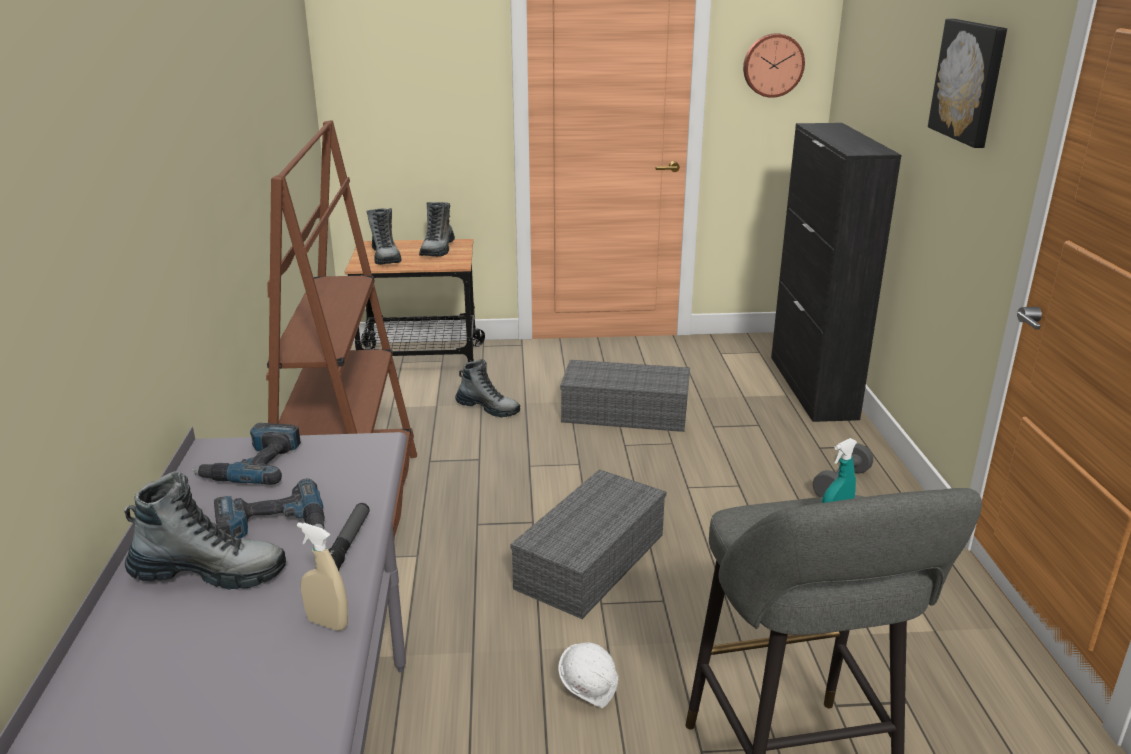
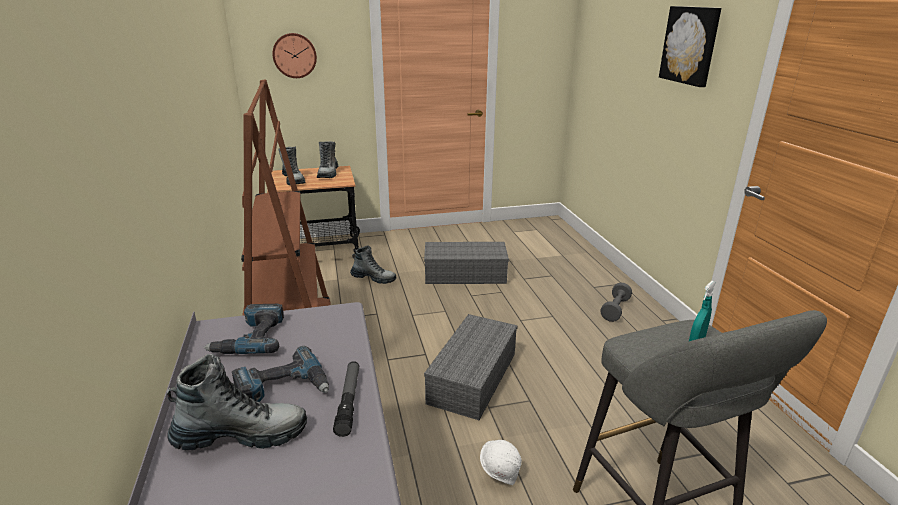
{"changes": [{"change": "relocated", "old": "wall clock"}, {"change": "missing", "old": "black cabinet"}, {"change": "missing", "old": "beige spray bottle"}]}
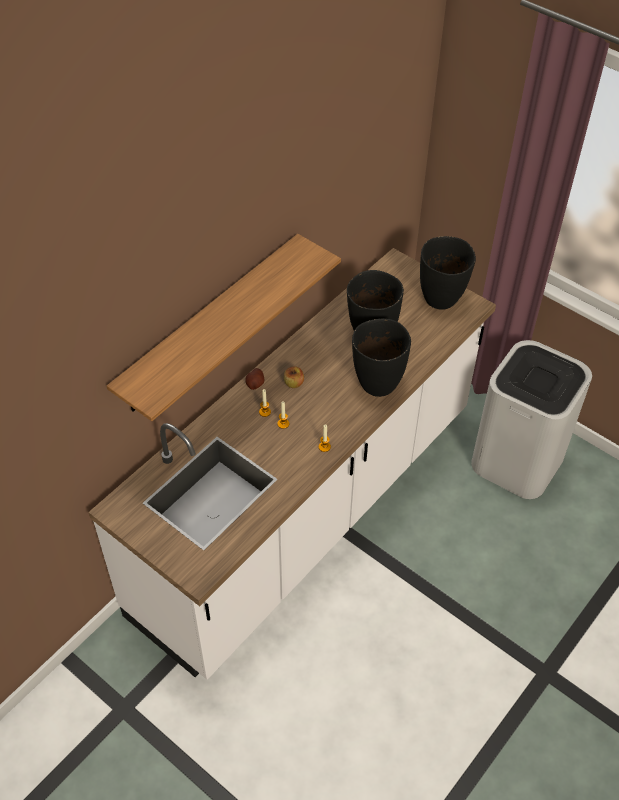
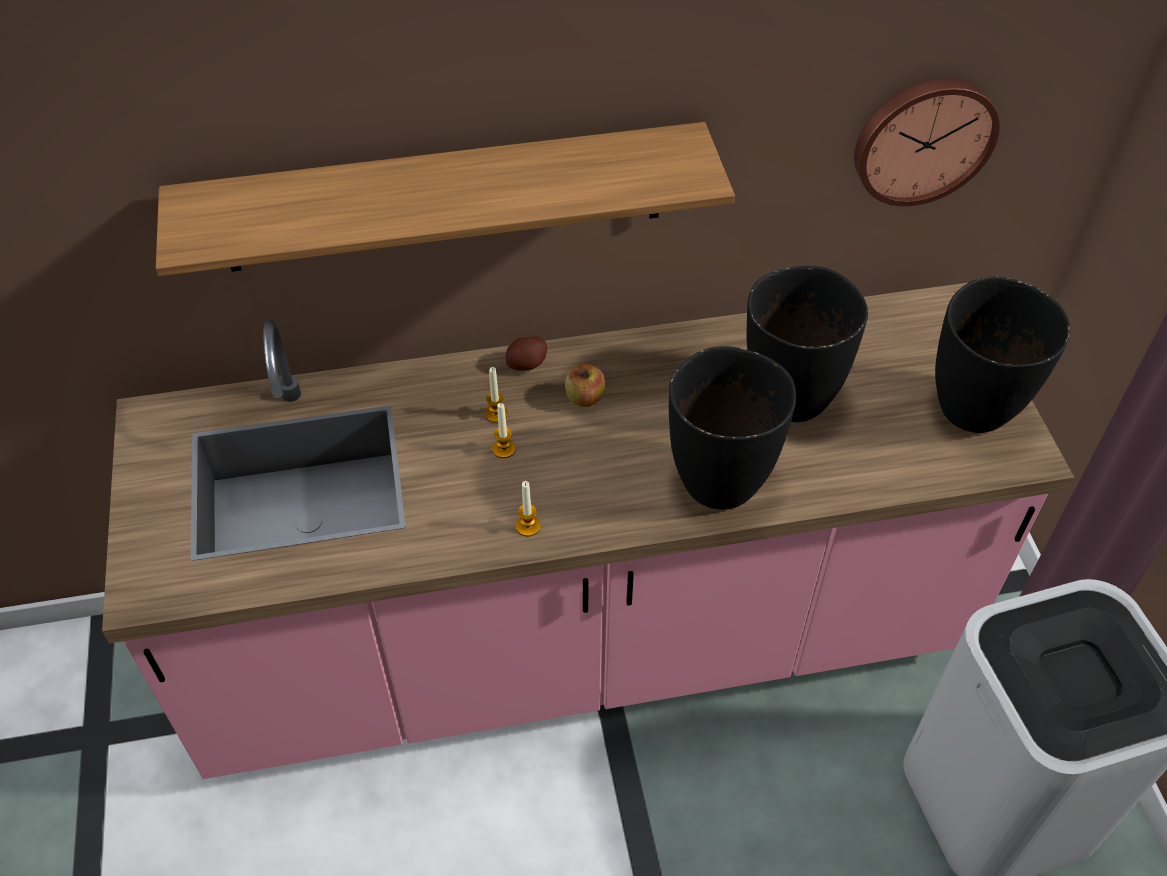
{"changes": [{"change": "colour", "old": "white counter", "new": "pink counter"}, {"change": "appeared", "new": "wall clock"}]}
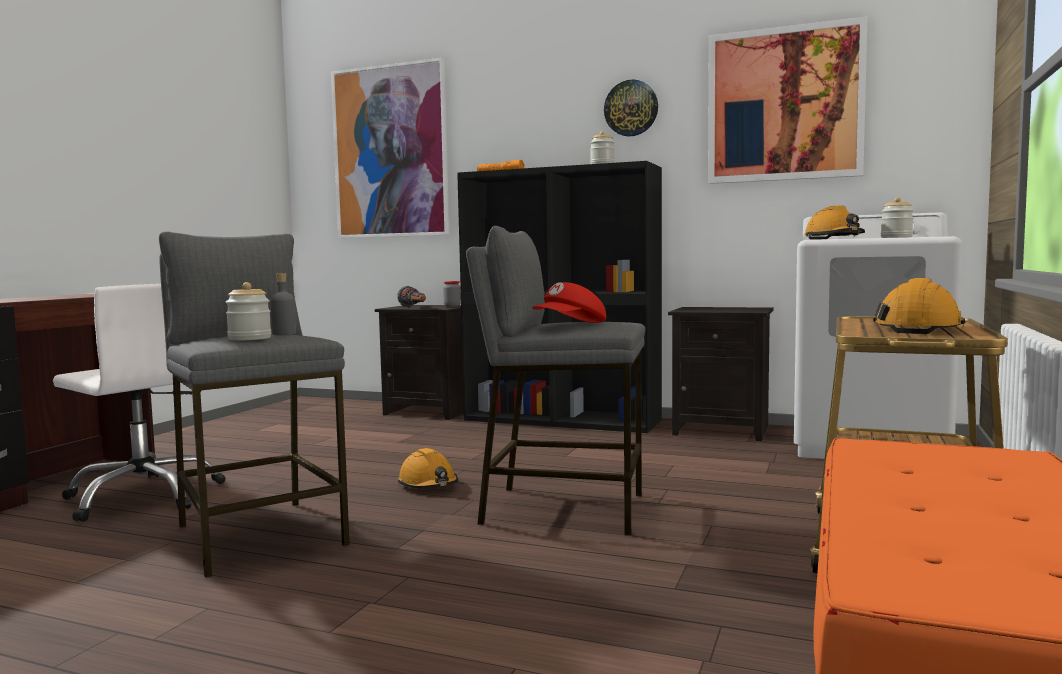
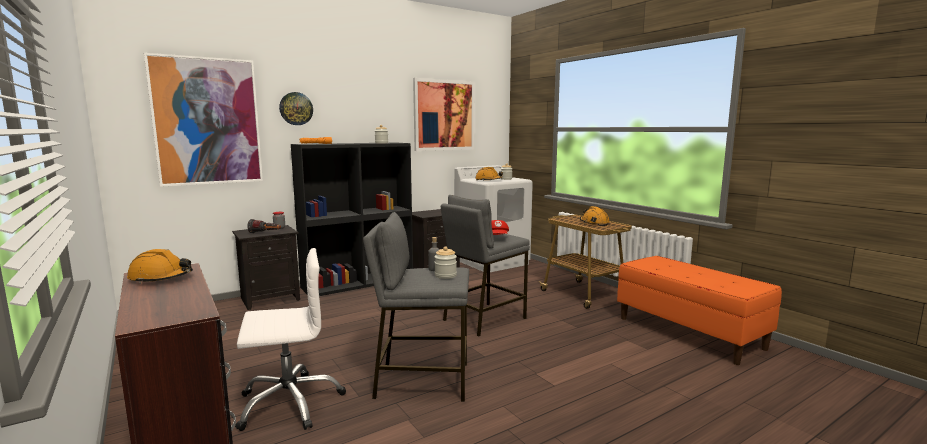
{"changes": [{"change": "relocated", "old": "wall clock"}, {"change": "relocated", "old": "orange hard hat (no. 1 from left)"}]}
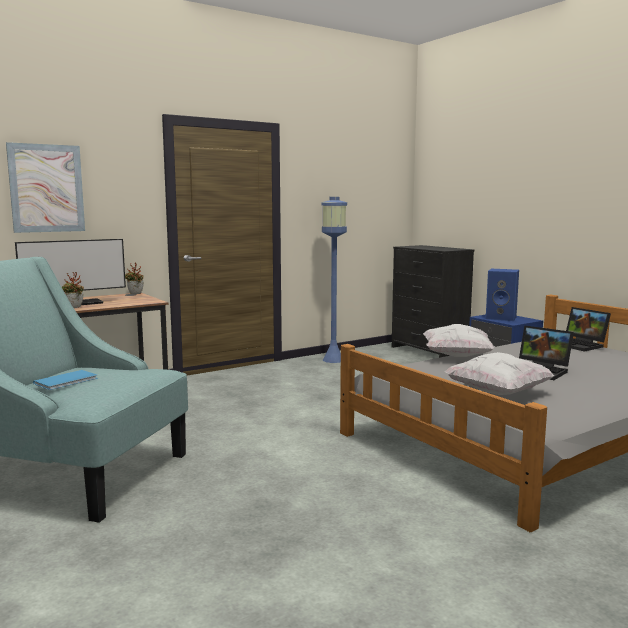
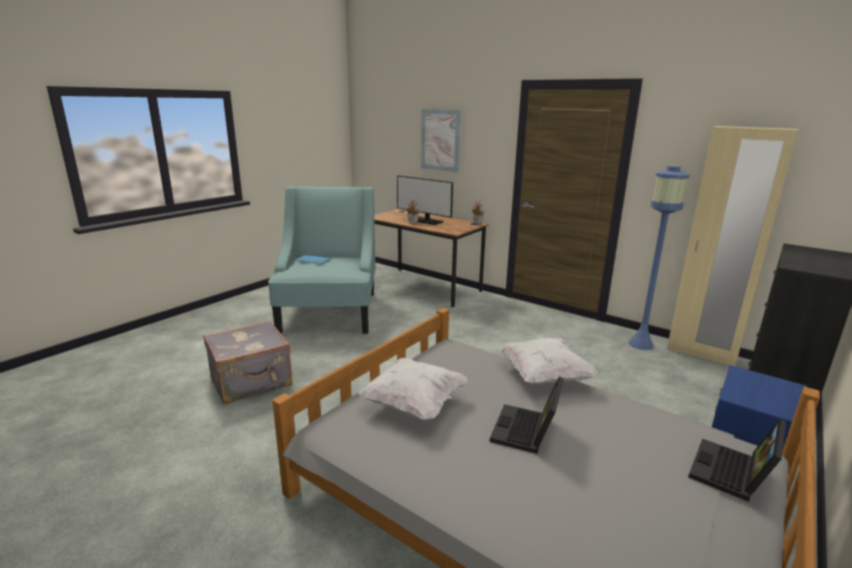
{"changes": [{"change": "missing", "old": "blue speaker"}, {"change": "appeared", "new": "beige wardrobe"}, {"change": "appeared", "new": "grey suitcase"}]}
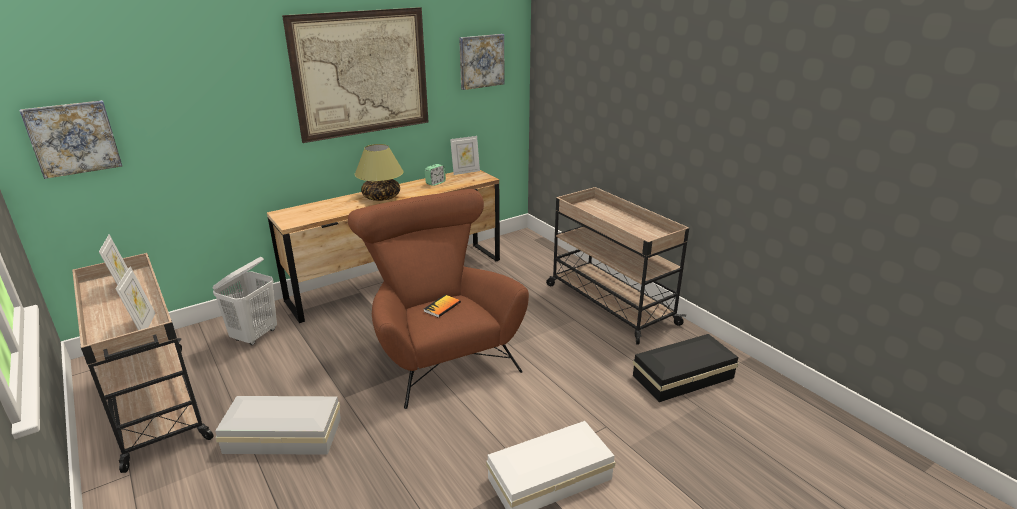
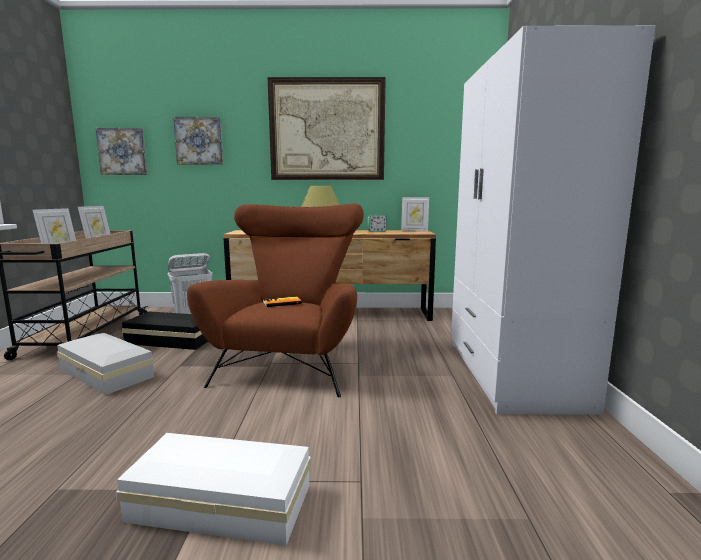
{"changes": [{"change": "relocated", "old": "picture (no. 3 from left in the first image)", "new": "picture (no. 2 from left)"}, {"change": "exchanged", "old": "beige cart (no. 2 from left)", "new": "white wardrobe"}, {"change": "relocated", "old": "black storage box"}]}
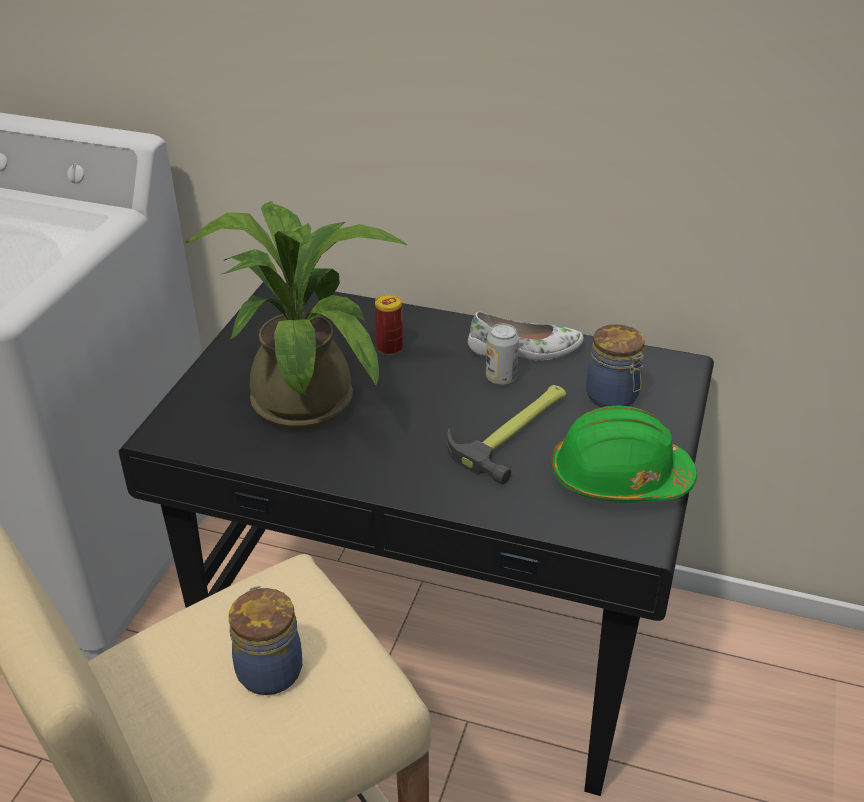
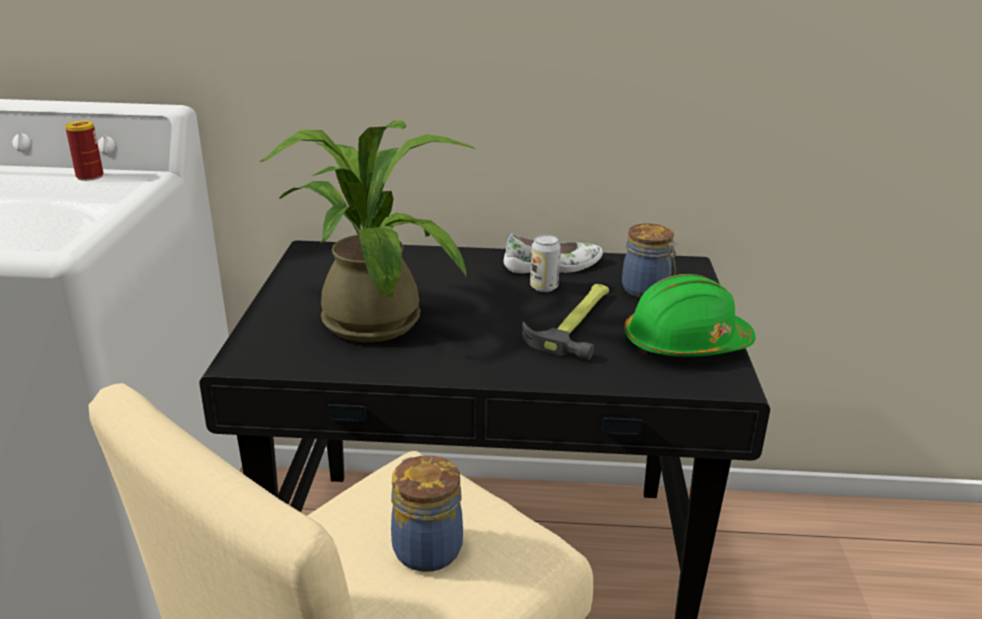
{"changes": [{"change": "relocated", "old": "can (no. 1 from left)"}]}
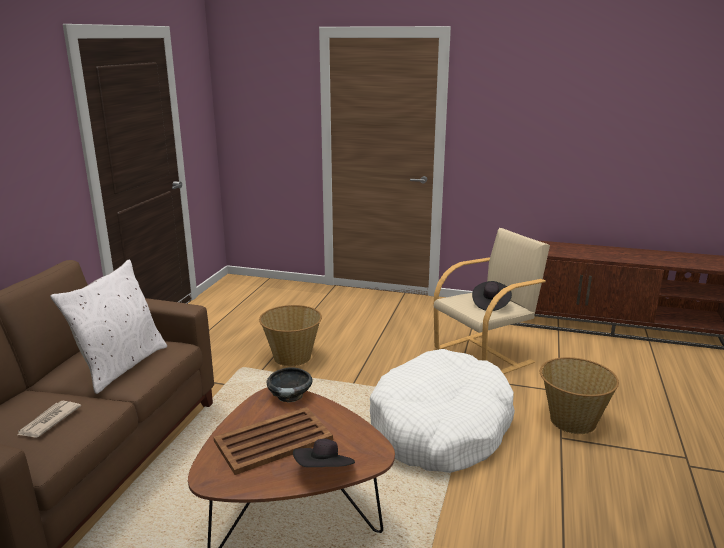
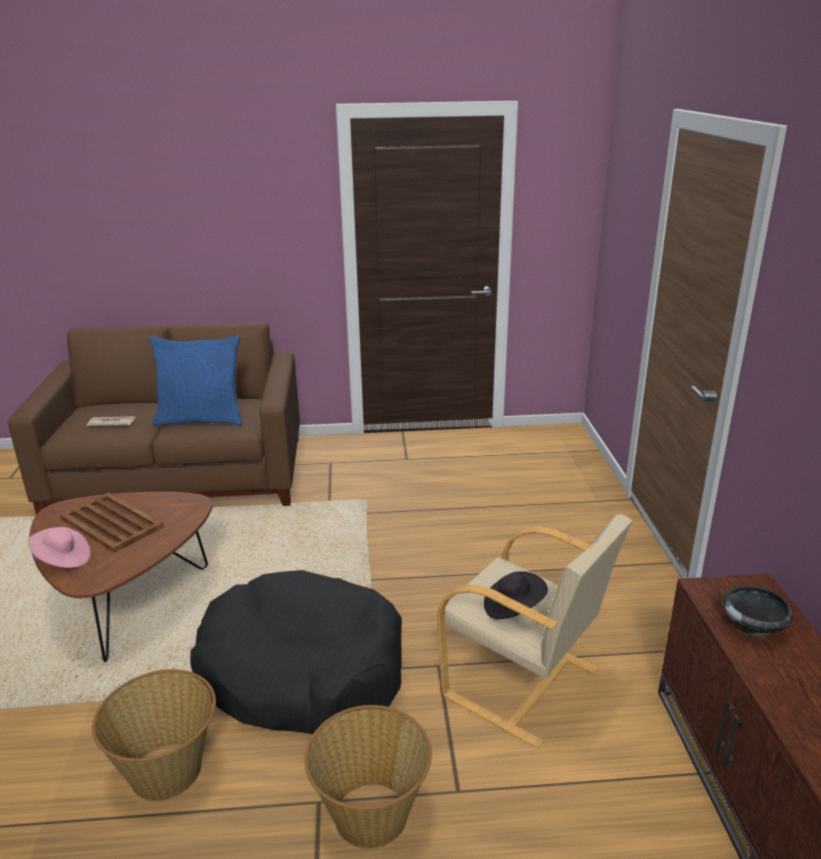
{"changes": [{"change": "colour", "old": "white pillow", "new": "blue pillow"}, {"change": "relocated", "old": "basket (no. 1 from left)"}, {"change": "colour", "old": "white dog bed", "new": "black dog bed"}, {"change": "relocated", "old": "black bowl"}, {"change": "colour", "old": "black hat (no. 1 from left)", "new": "pink hat"}]}
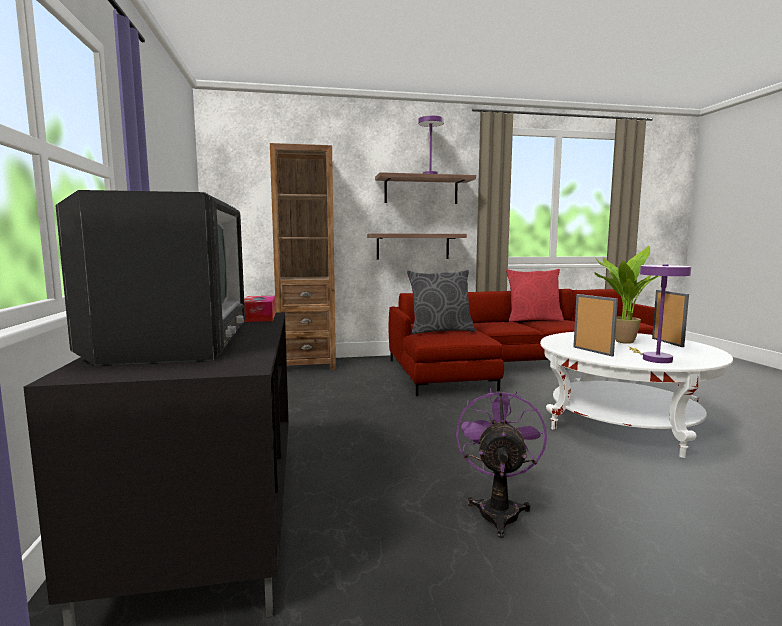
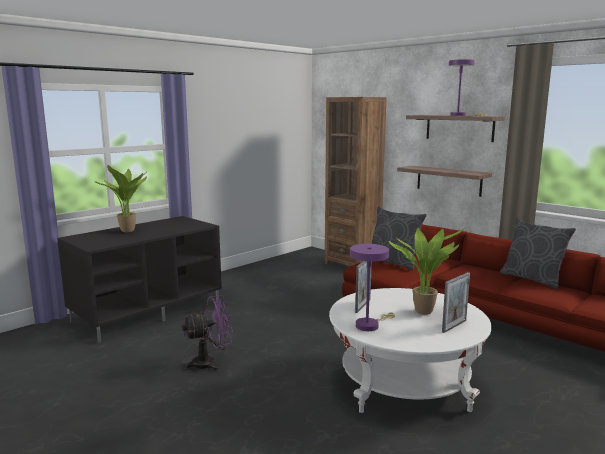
{"changes": [{"change": "exchanged", "old": "television", "new": "potted plant (no. 1 from left)"}, {"change": "colour", "old": "red pillow", "new": "grey pillow (no. 2 from left)"}, {"change": "missing", "old": "tissue box"}]}
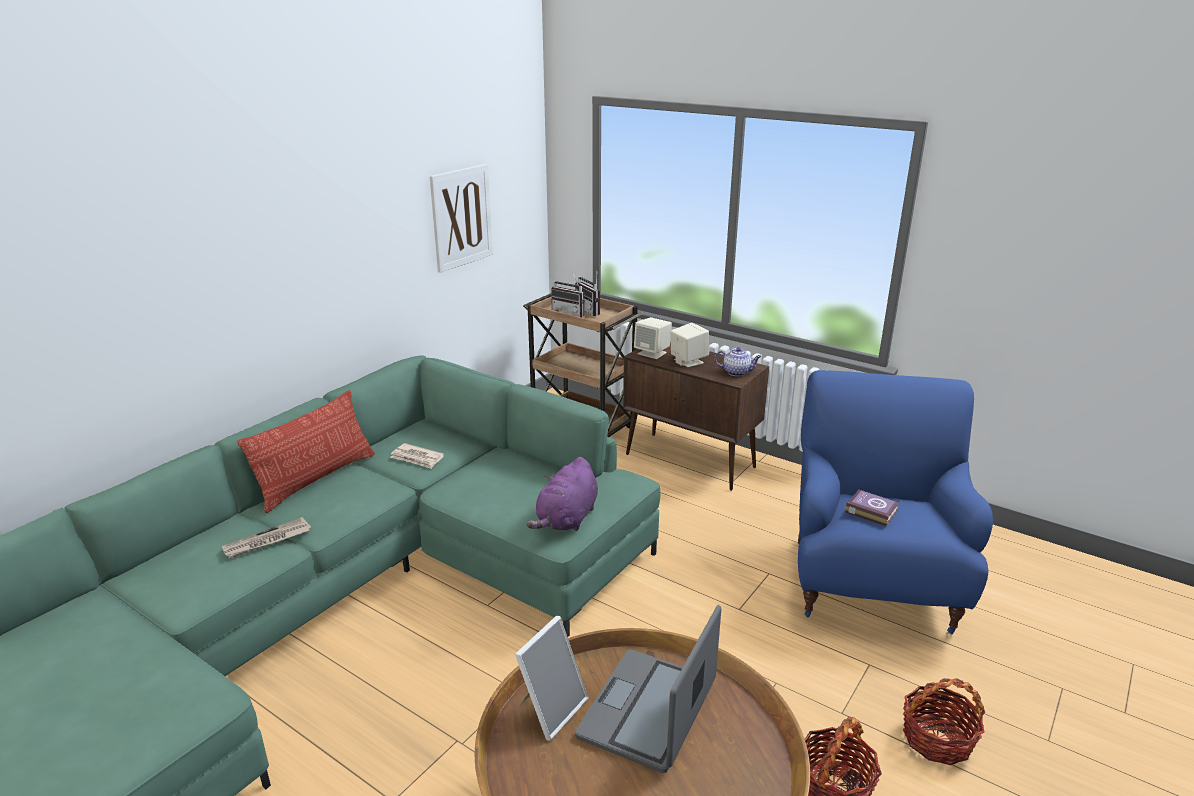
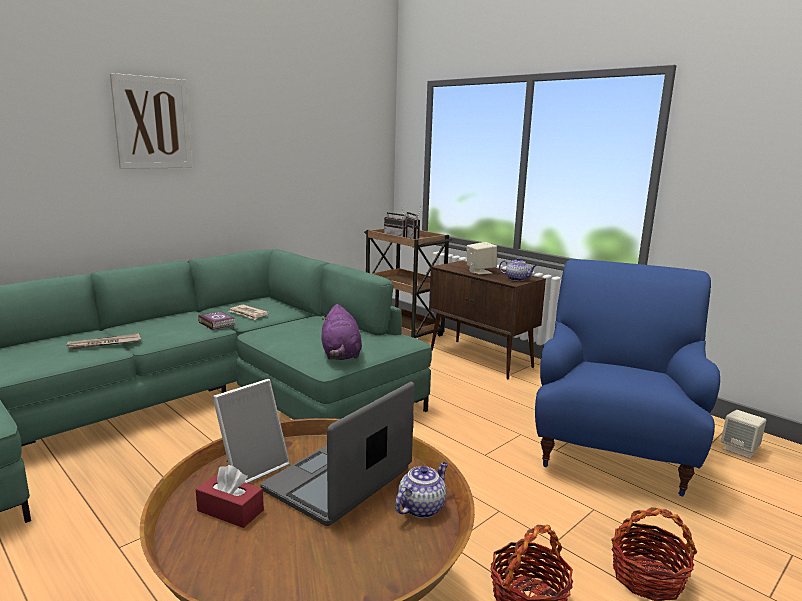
{"changes": [{"change": "relocated", "old": "picture"}, {"change": "relocated", "old": "beige speaker (no. 1 from left in the first image)", "new": "beige speaker (no. 2 from left)"}, {"change": "missing", "old": "pillow"}, {"change": "spun", "old": "purple plush toy", "degrees": -45}, {"change": "relocated", "old": "book"}, {"change": "appeared", "new": "teapot (no. 1 from left)"}, {"change": "appeared", "new": "red tissue box"}]}
